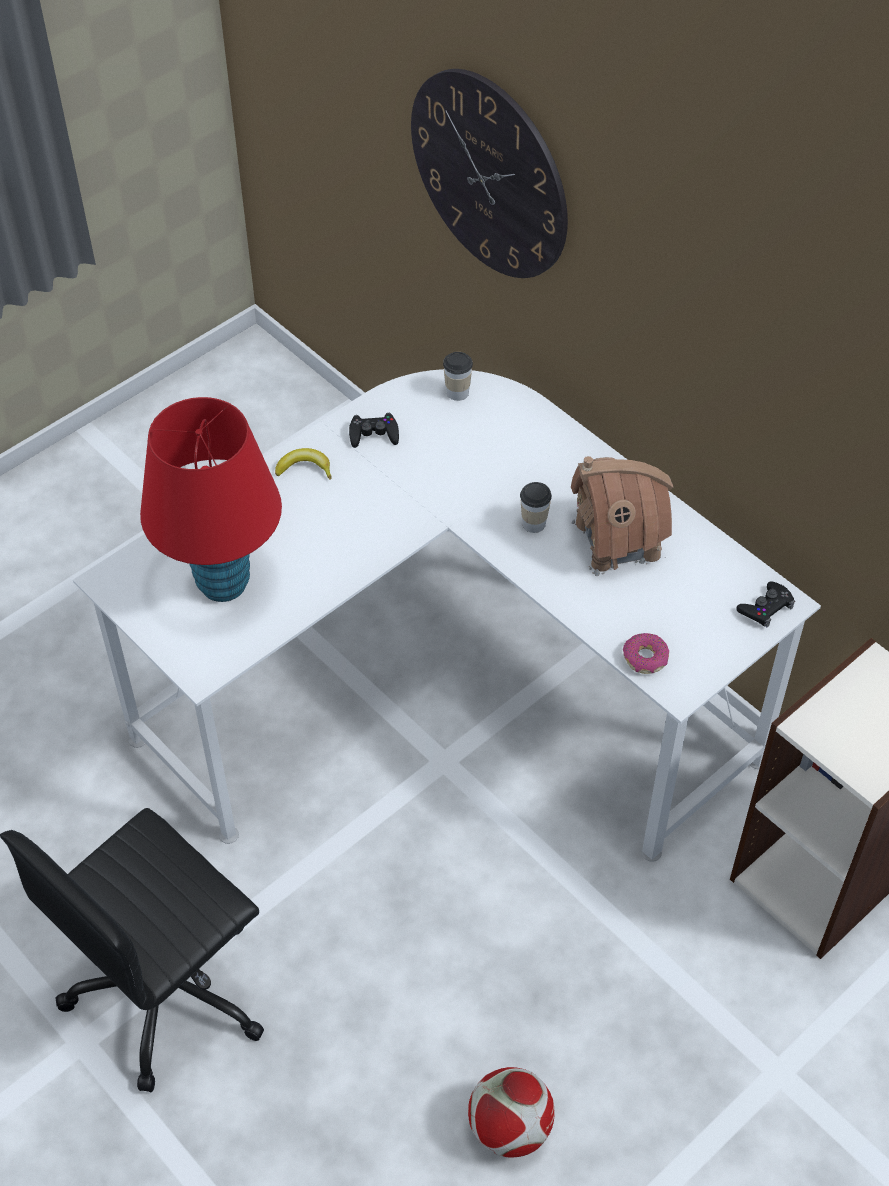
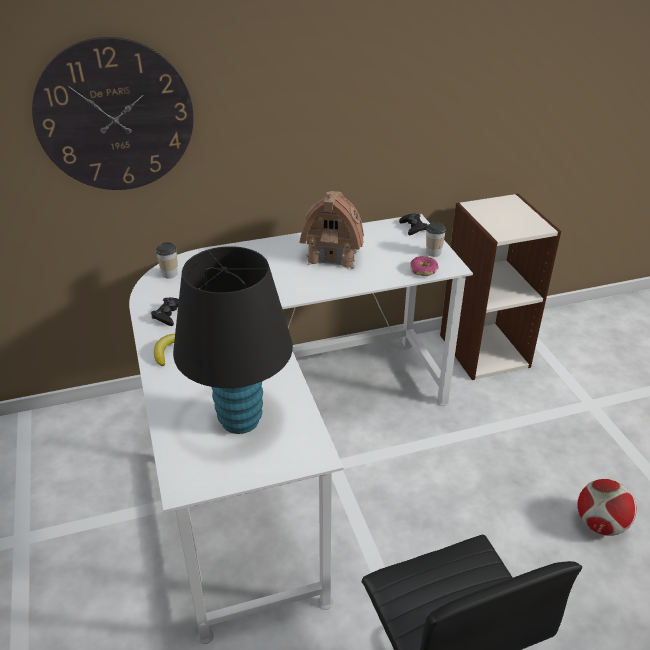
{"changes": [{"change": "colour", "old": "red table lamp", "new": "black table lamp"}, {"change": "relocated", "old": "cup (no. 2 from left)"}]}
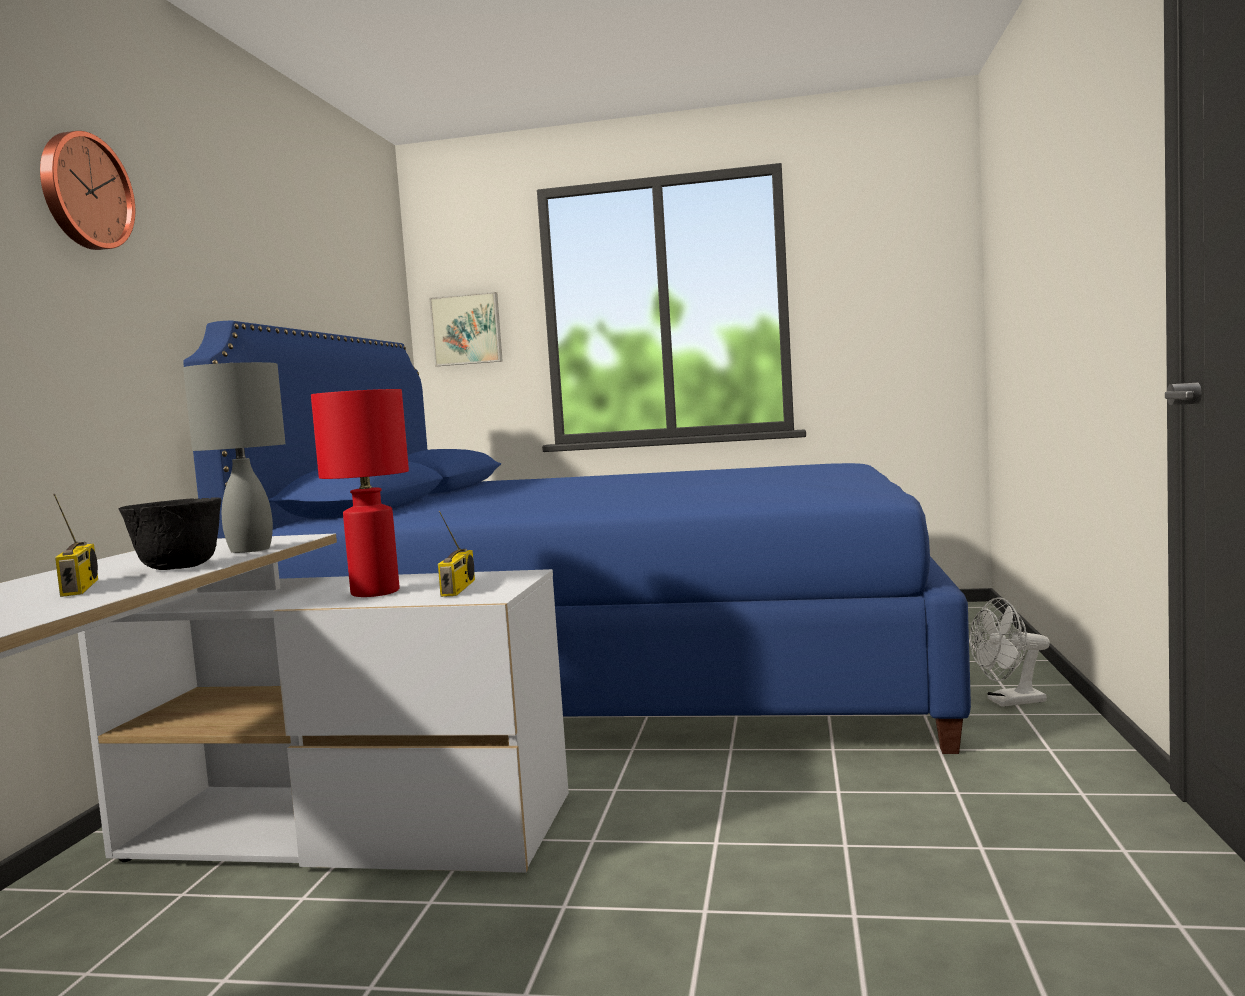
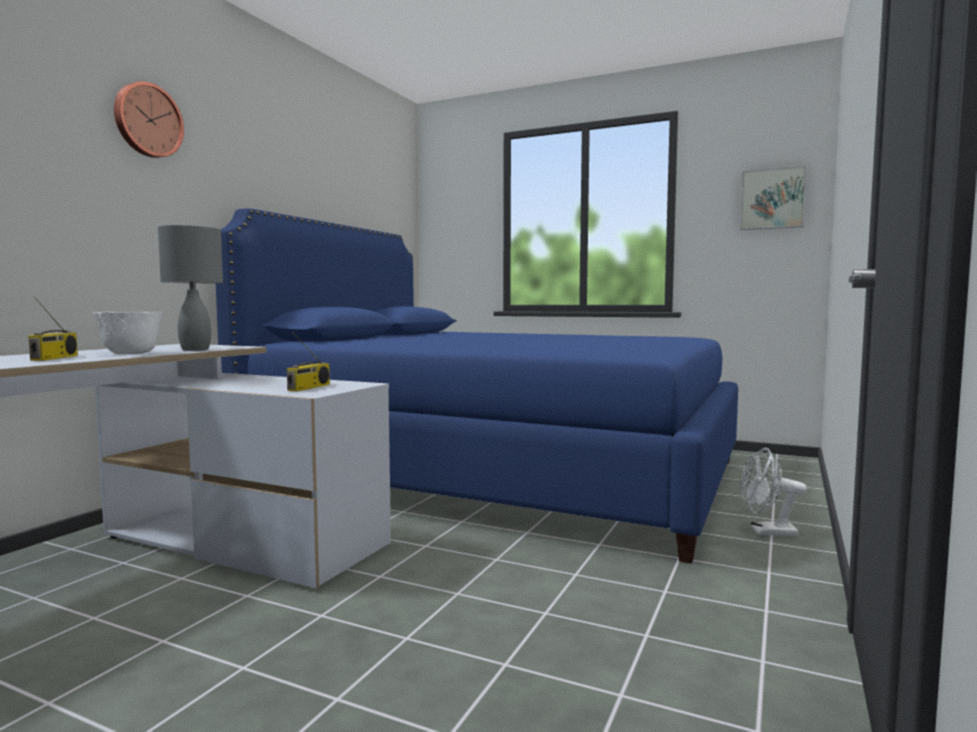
{"changes": [{"change": "relocated", "old": "picture"}, {"change": "missing", "old": "red table lamp"}, {"change": "colour", "old": "black bowl", "new": "white bowl"}]}
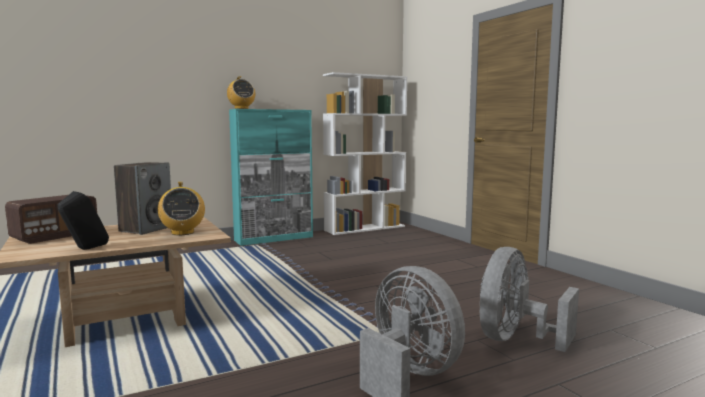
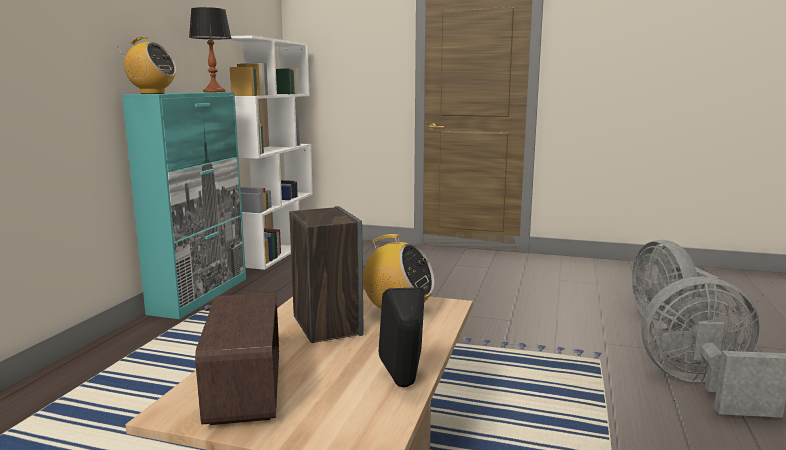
{"changes": [{"change": "appeared", "new": "table lamp"}]}
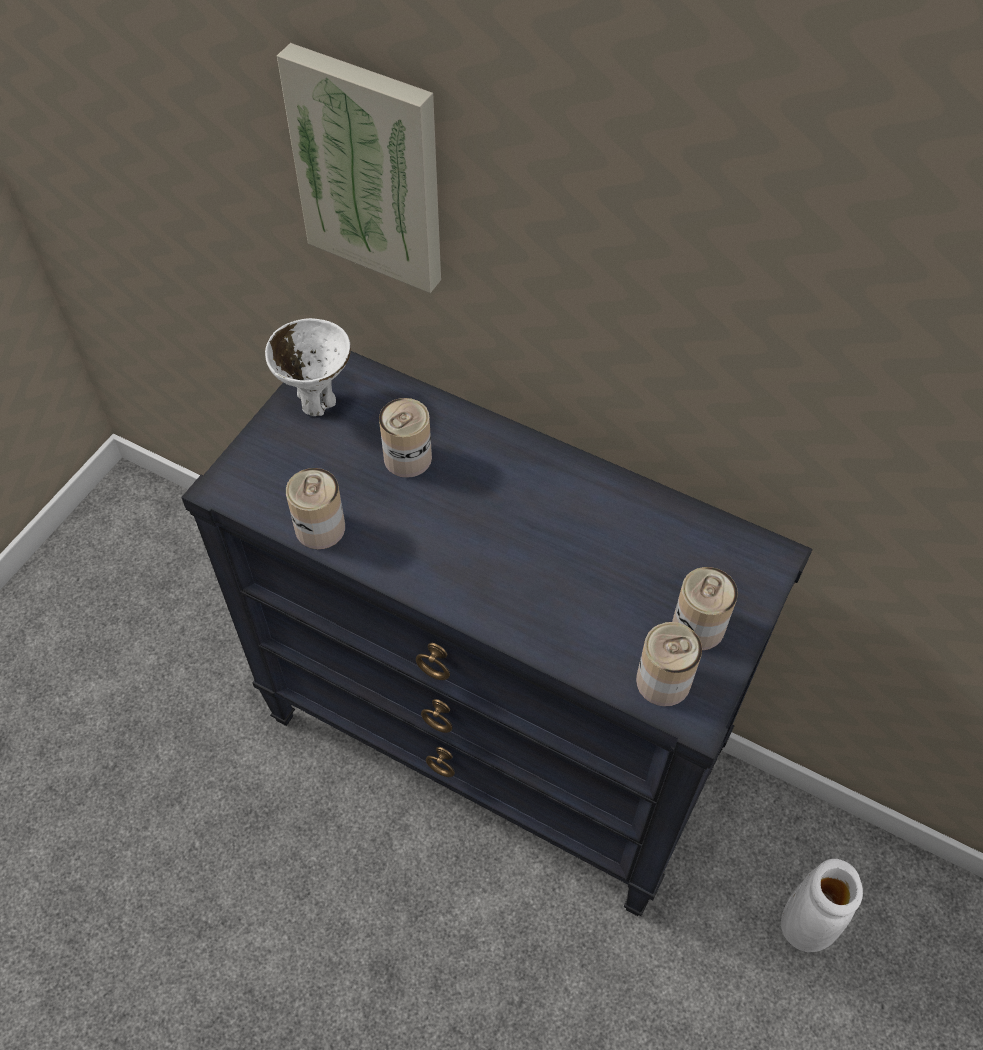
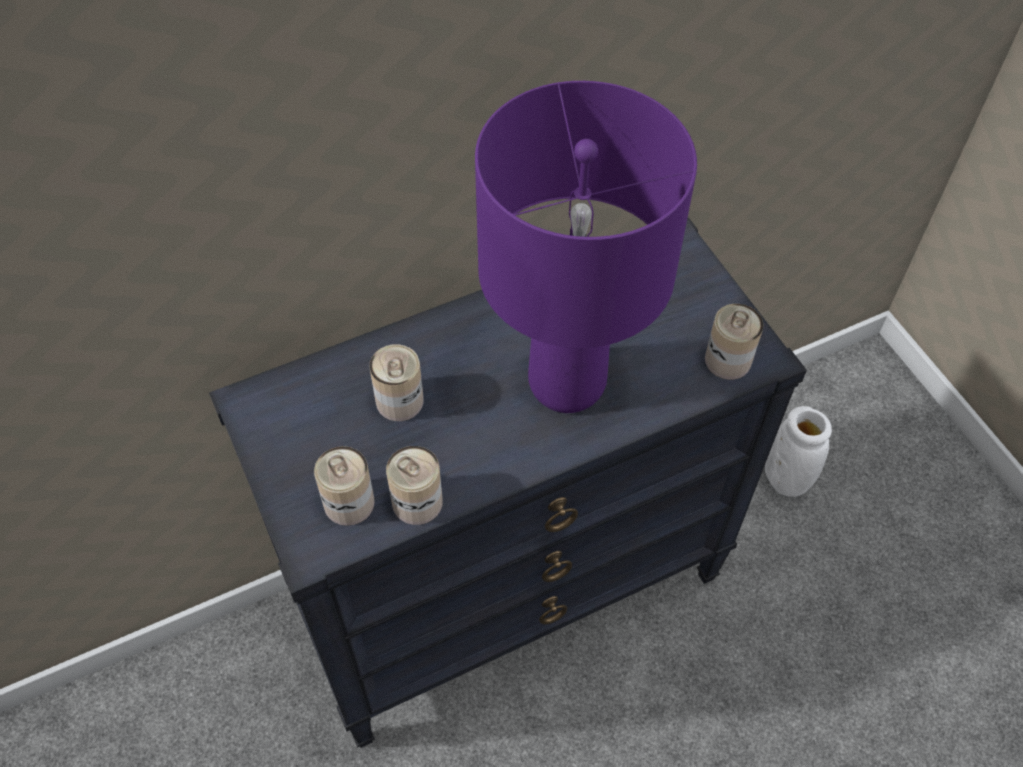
{"changes": [{"change": "missing", "old": "picture"}, {"change": "missing", "old": "white bowl"}, {"change": "relocated", "old": "can (no. 4 from left in the first image)", "new": "can (no. 1 from left)"}, {"change": "appeared", "new": "purple table lamp"}]}
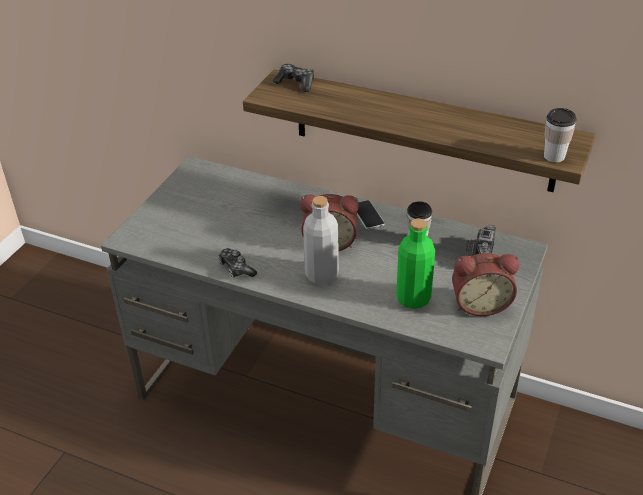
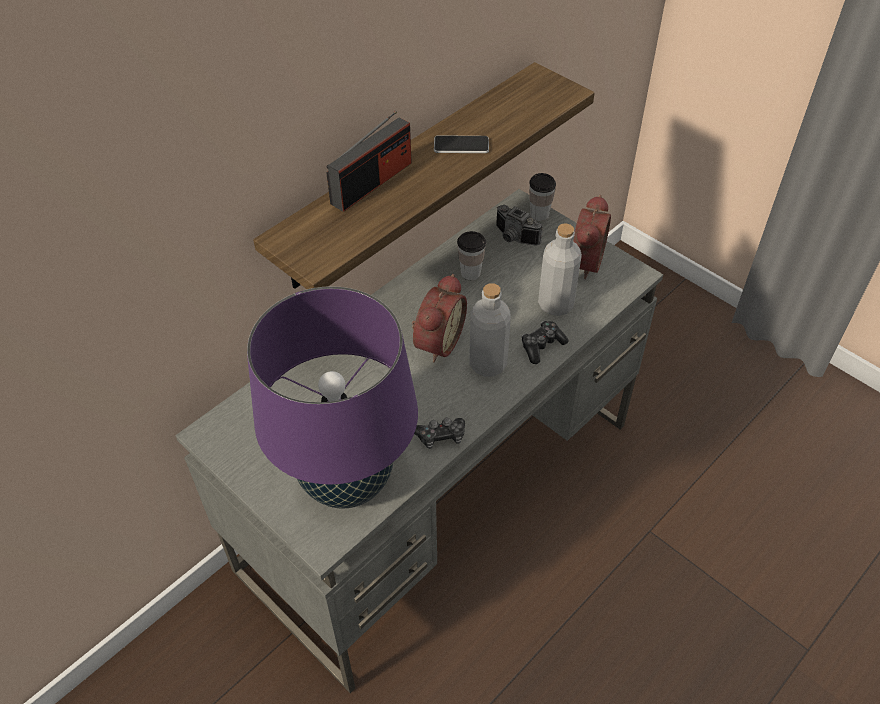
{"changes": [{"change": "relocated", "old": "game controller (no. 2 from left)"}, {"change": "relocated", "old": "cup (no. 2 from left)"}, {"change": "relocated", "old": "phone"}, {"change": "colour", "old": "green bottle", "new": "grey bottle (no. 2 from left)"}, {"change": "appeared", "new": "radio"}, {"change": "appeared", "new": "purple table lamp"}]}
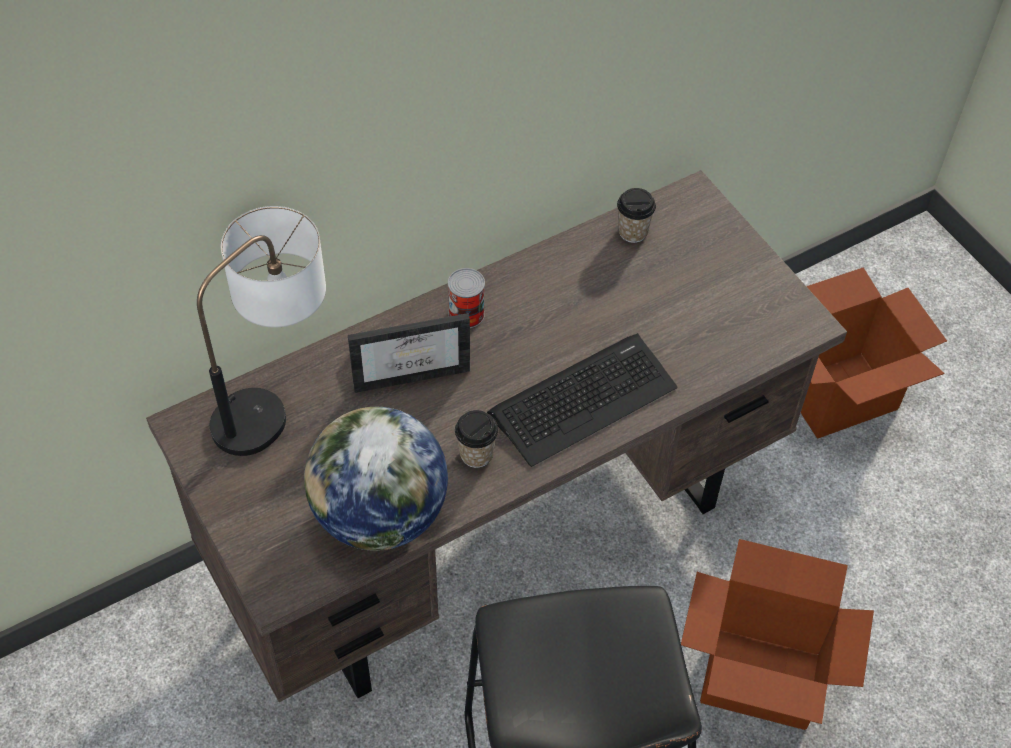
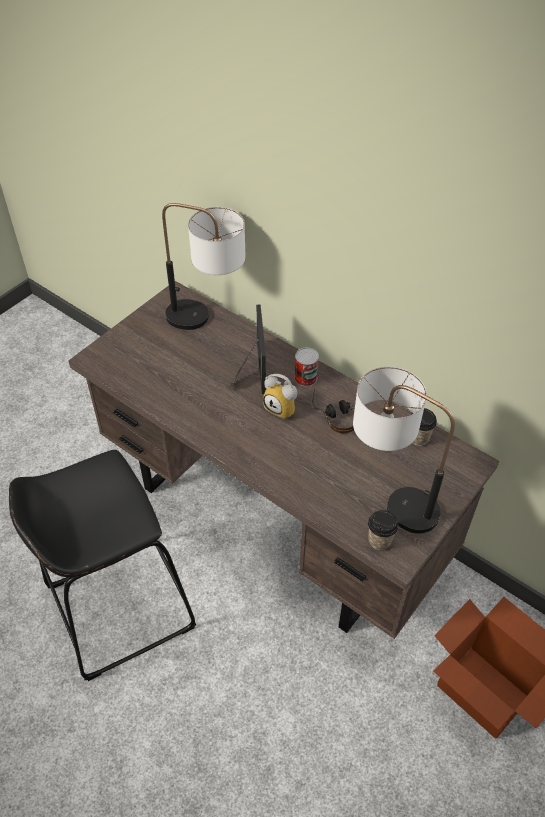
{"changes": [{"change": "spun", "old": "picture frame", "degrees": -150}, {"change": "missing", "old": "keyboard"}, {"change": "missing", "old": "globe"}, {"change": "relocated", "old": "cup (no. 1 from left)"}, {"change": "missing", "old": "cardboard box (no. 1 from left)"}, {"change": "appeared", "new": "table lamp (no. 2 from left)"}, {"change": "appeared", "new": "alarm clock"}, {"change": "appeared", "new": "headphones"}]}
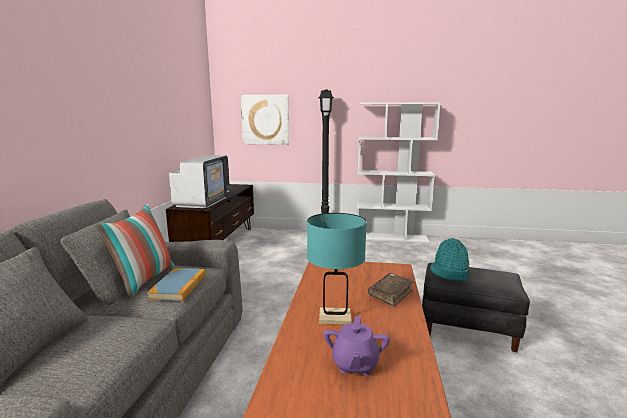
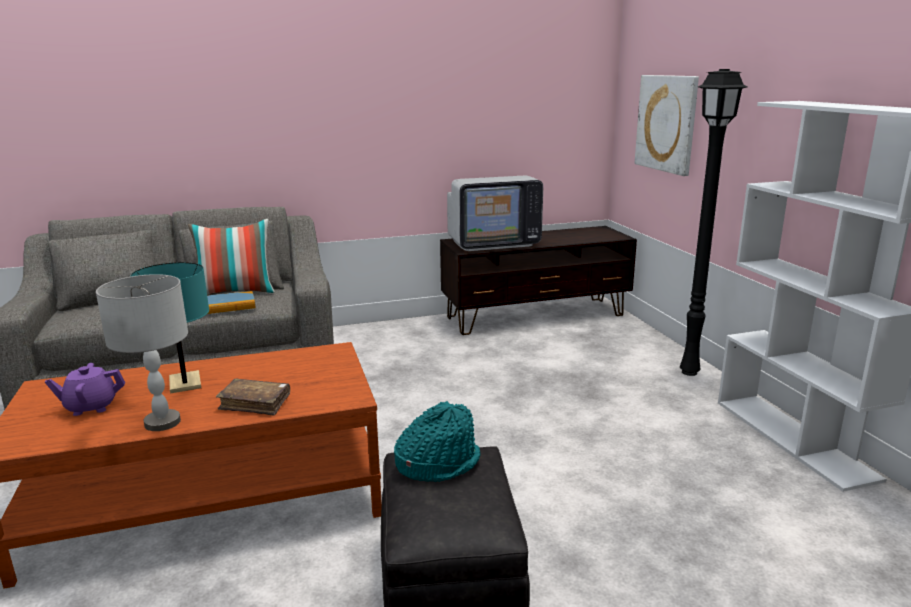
{"changes": [{"change": "appeared", "new": "grey table lamp"}]}
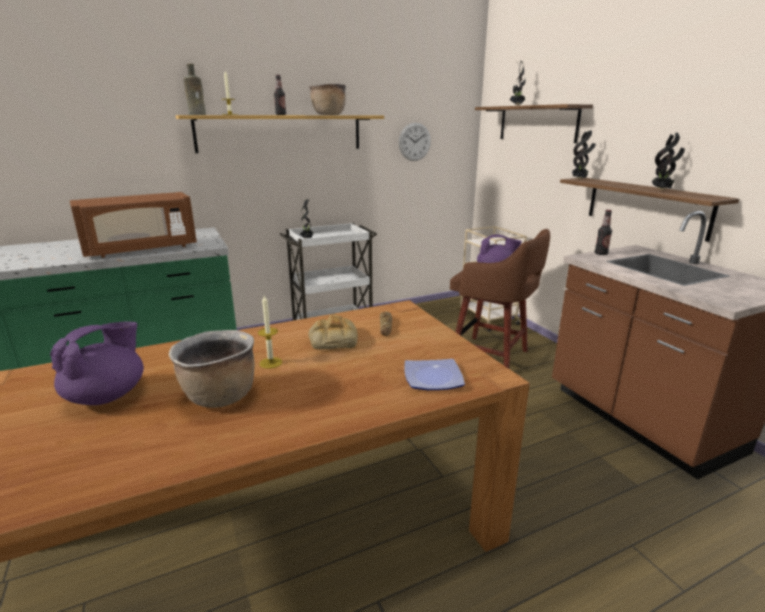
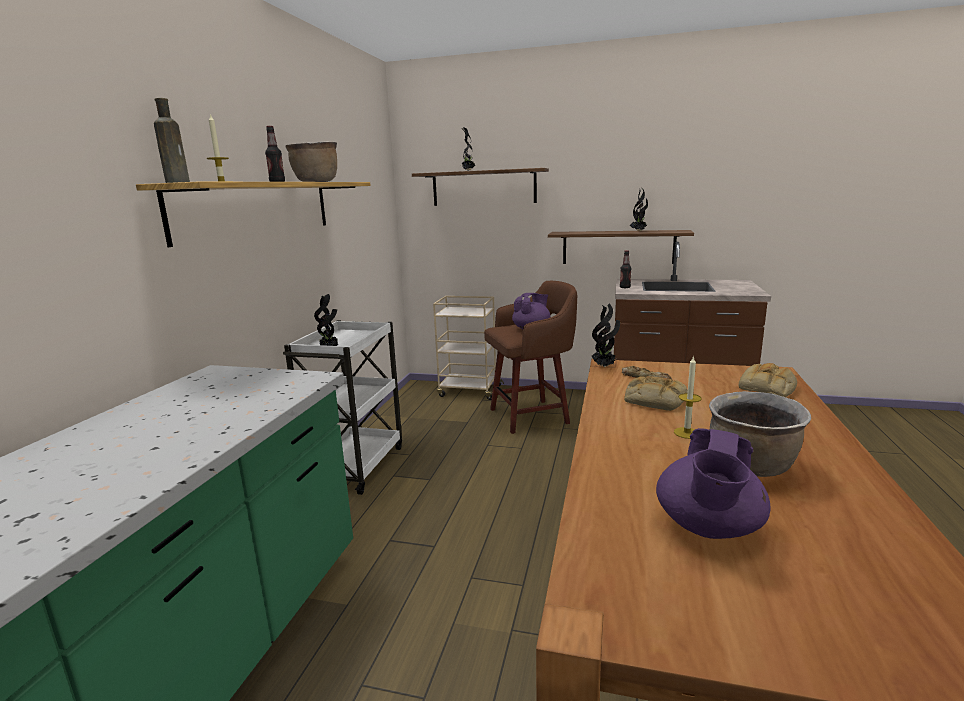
{"changes": [{"change": "missing", "old": "wall clock"}, {"change": "relocated", "old": "potted plant (no. 3 from left)"}, {"change": "missing", "old": "brown microwave"}, {"change": "spun", "old": "purple teapot (no. 1 from left in the first image)", "degrees": -135}, {"change": "exchanged", "old": "plate", "new": "bread (no. 3 from left)"}]}
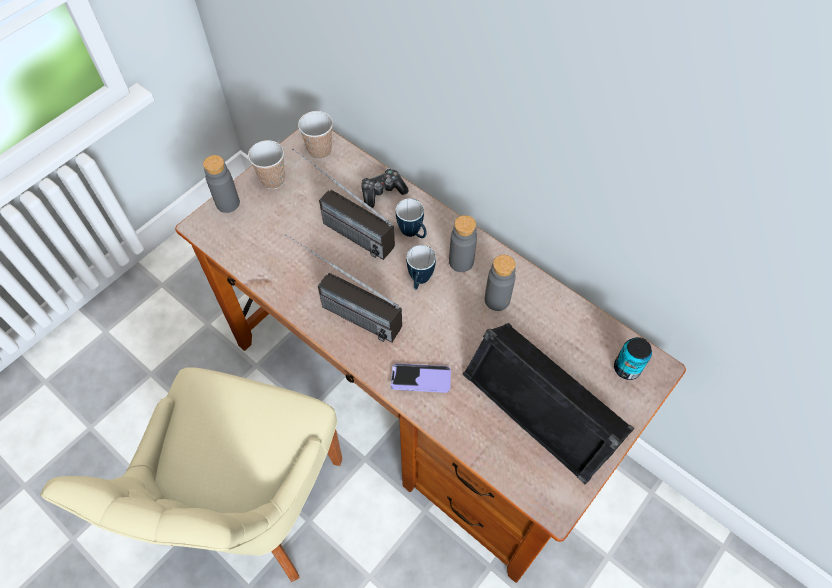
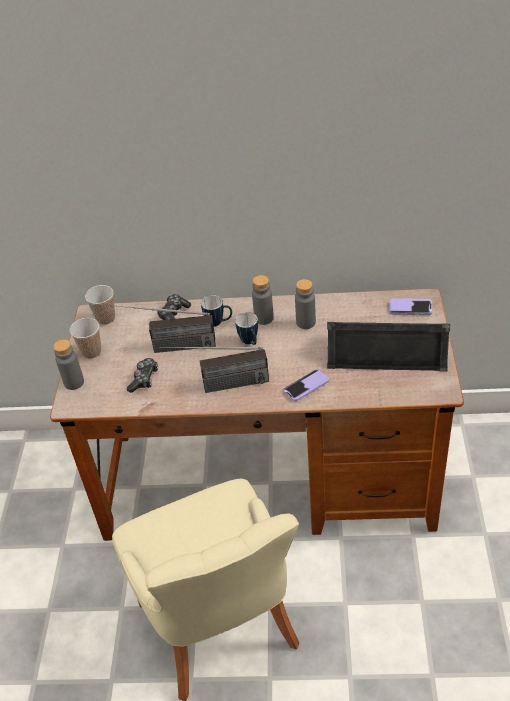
{"changes": [{"change": "exchanged", "old": "can", "new": "phone (no. 2 from left)"}, {"change": "appeared", "new": "game controller (no. 1 from left)"}]}
